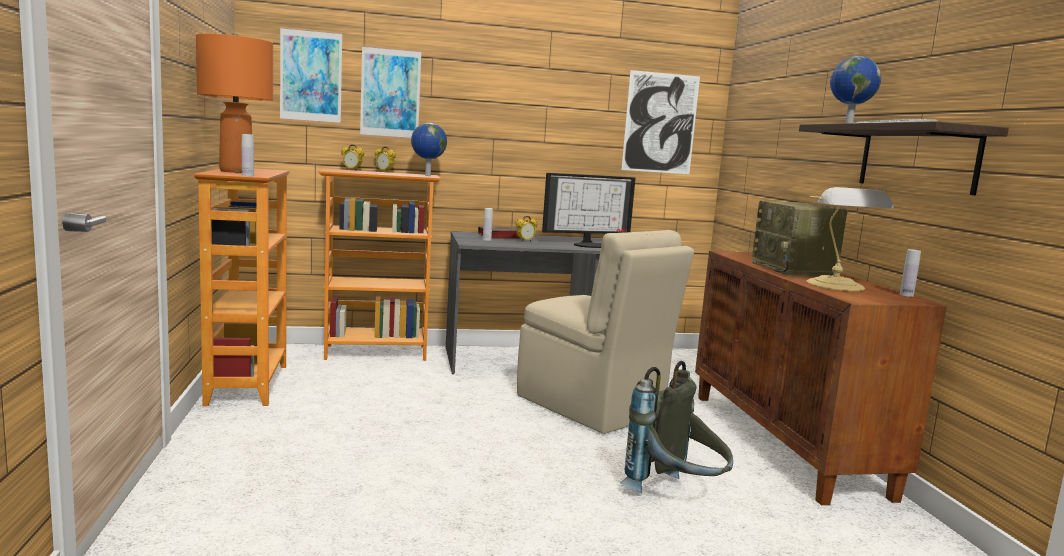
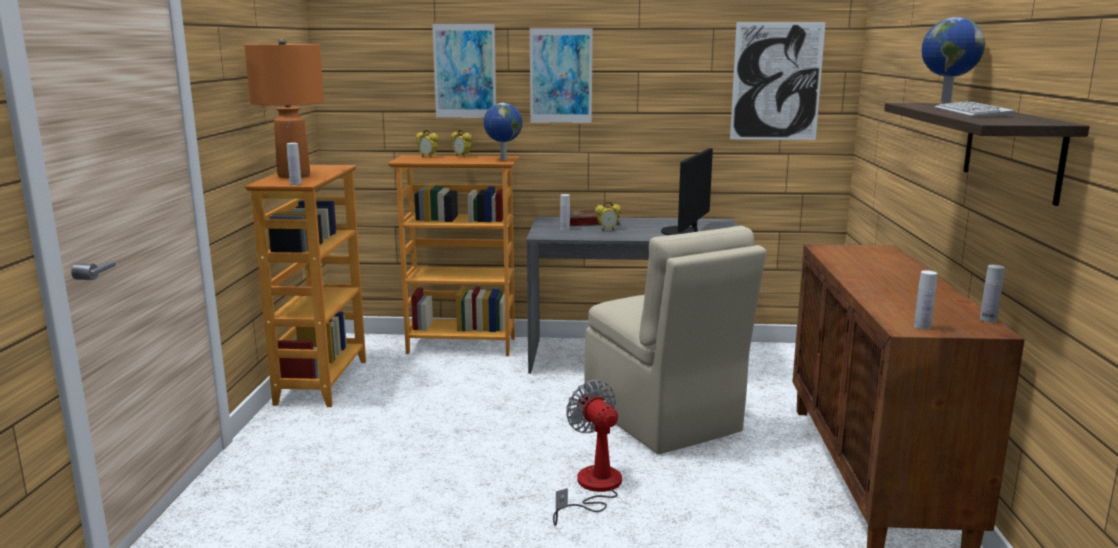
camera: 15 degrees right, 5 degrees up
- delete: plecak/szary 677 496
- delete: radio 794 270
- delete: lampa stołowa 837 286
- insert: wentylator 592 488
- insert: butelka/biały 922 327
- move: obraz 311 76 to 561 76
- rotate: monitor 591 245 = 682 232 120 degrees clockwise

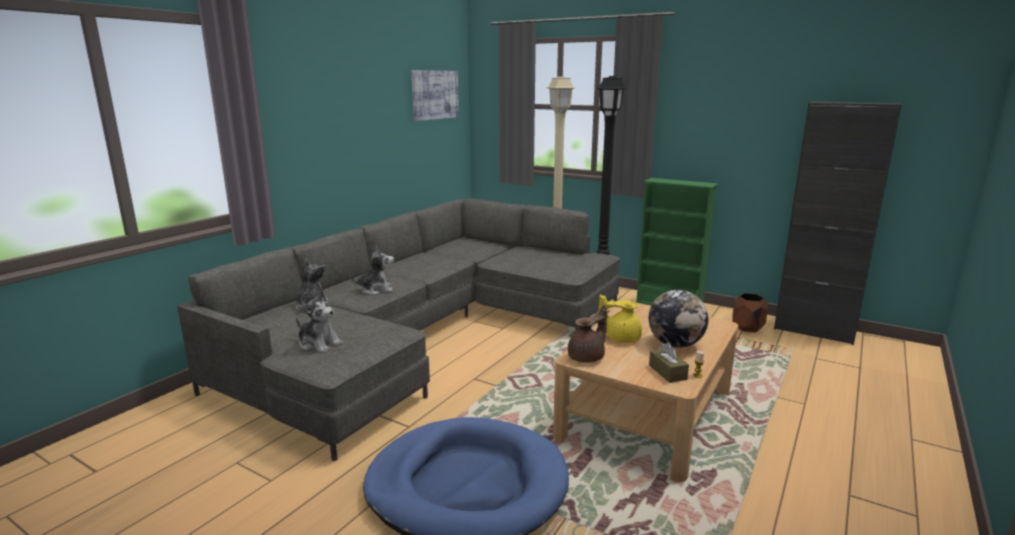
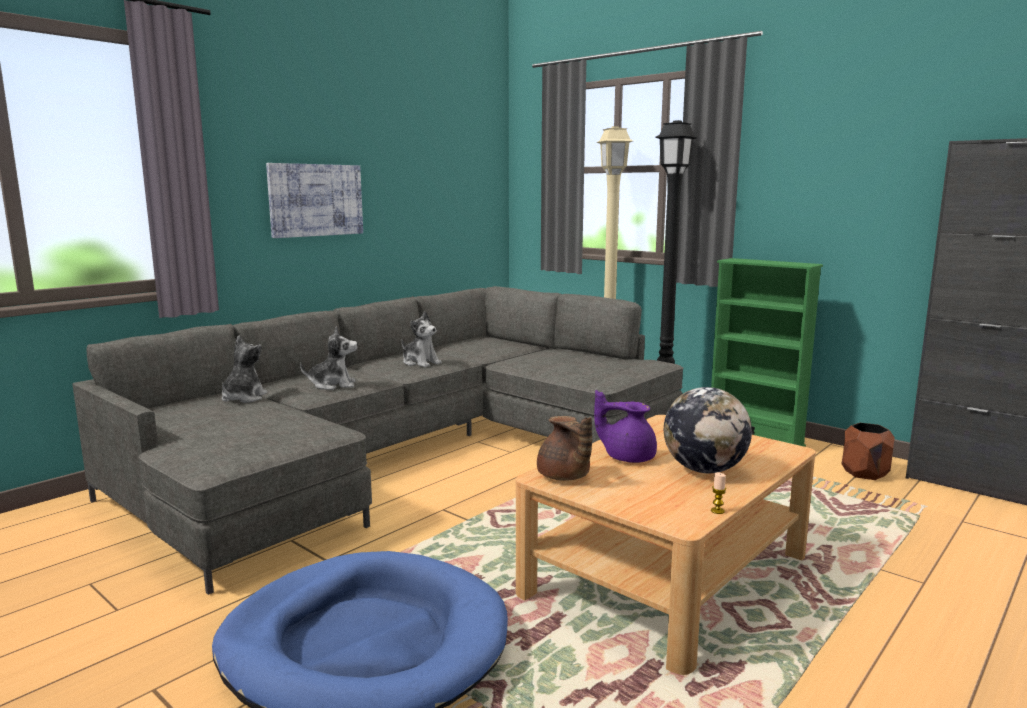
camera: 10 degrees right, 5 degrees down
- delete: pudełko chusteczek/brązowy 667 372
- move: pluszak 319 344 to 420 363
- move: obraz 435 95 to 316 200
- recolor: imbryk/żółty 621 338 to imbryk/fioletowy 627 457
- rotate: imbryk/brązowy 587 357 = 564 477 90 degrees clockwise

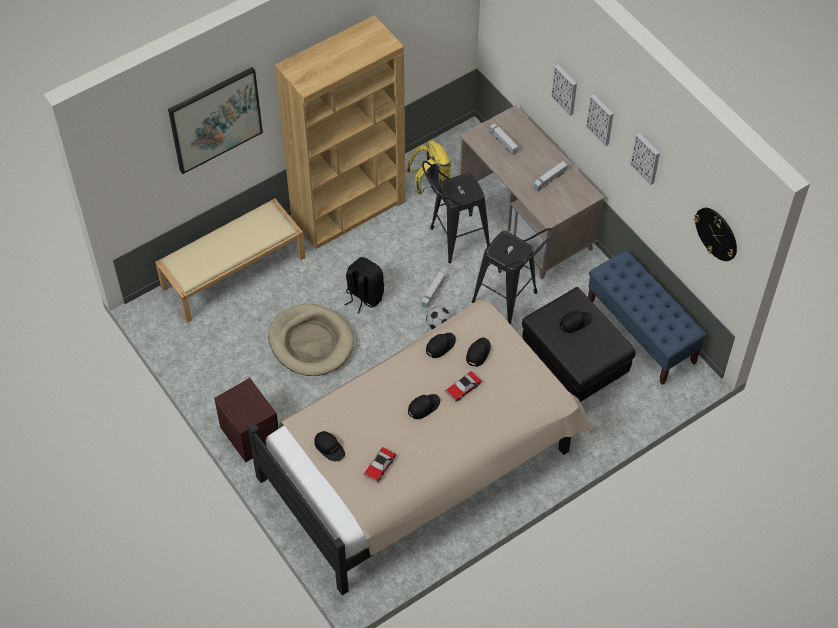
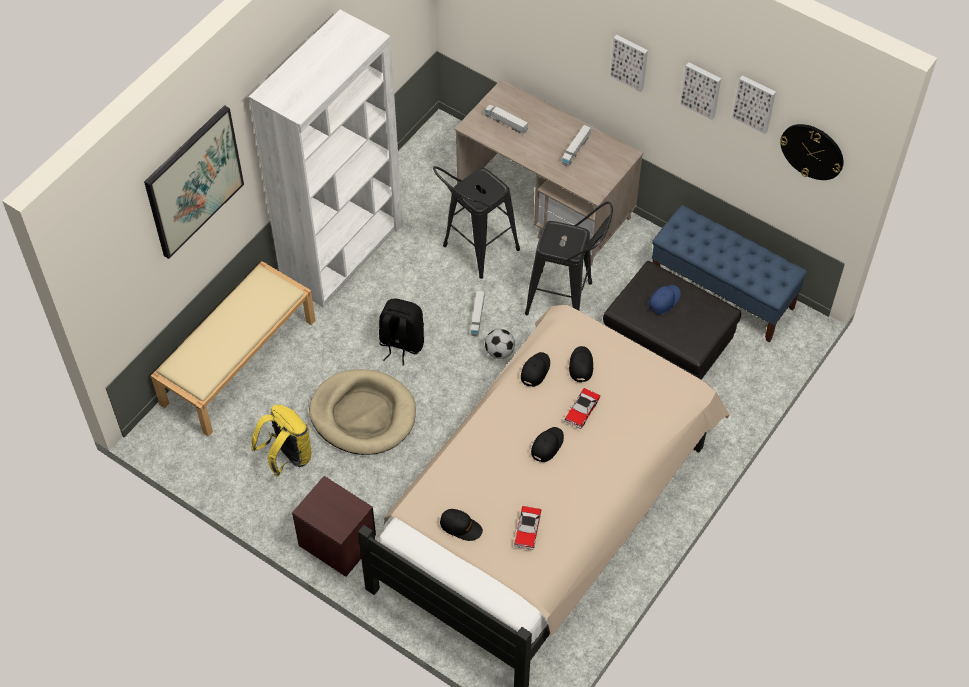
camera: 20 degrees left, 0 degrees up
- move: plecak/żółty 431 186 to 287 457
- move: obraz 565 89 to 755 103
- recolor: regał/brązowy 349 210 to regał/biały 343 252
- recolor: czapka z daszkiem/czarny 575 322 to czapka z daszkiem/niebieski 664 300

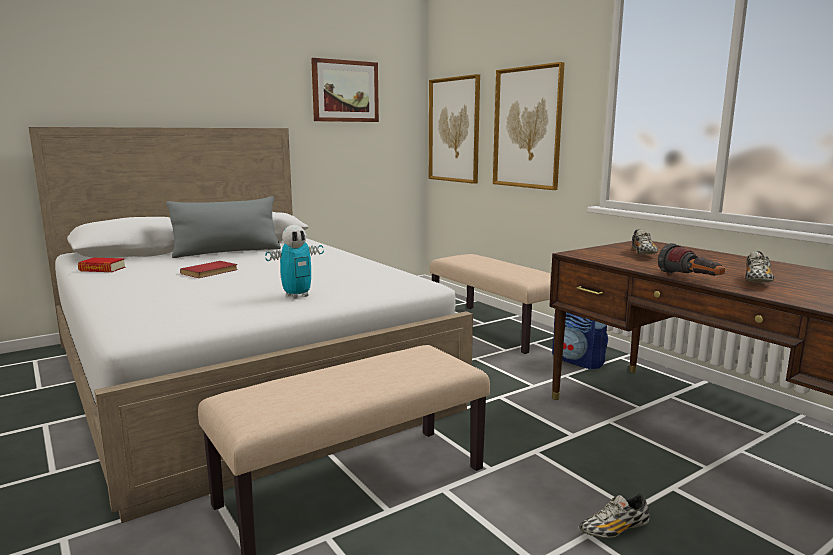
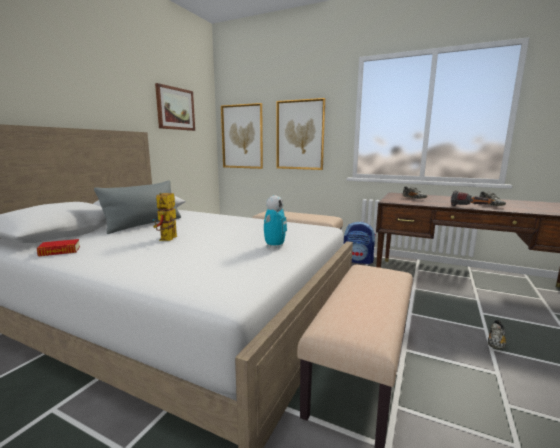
camera: 30 degrees left, 0 degrees up
- replace: książka/czerwony 211 272 to robot zabawkowy 168 240

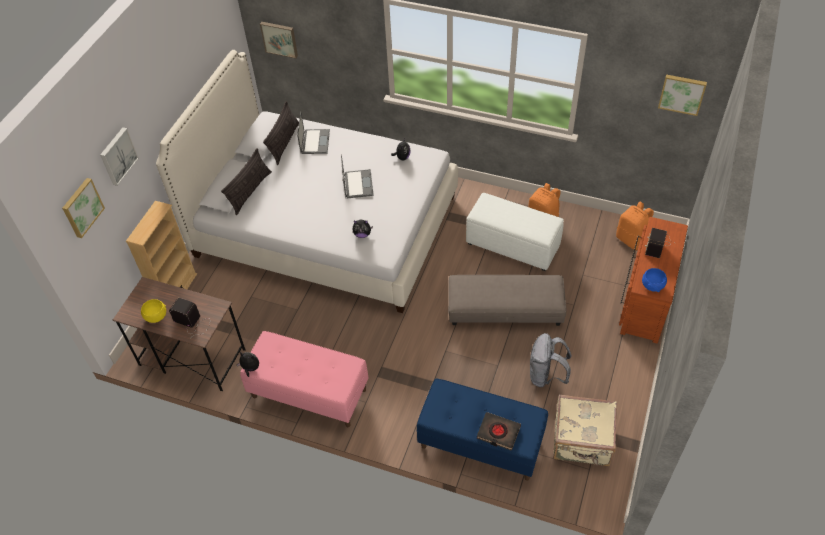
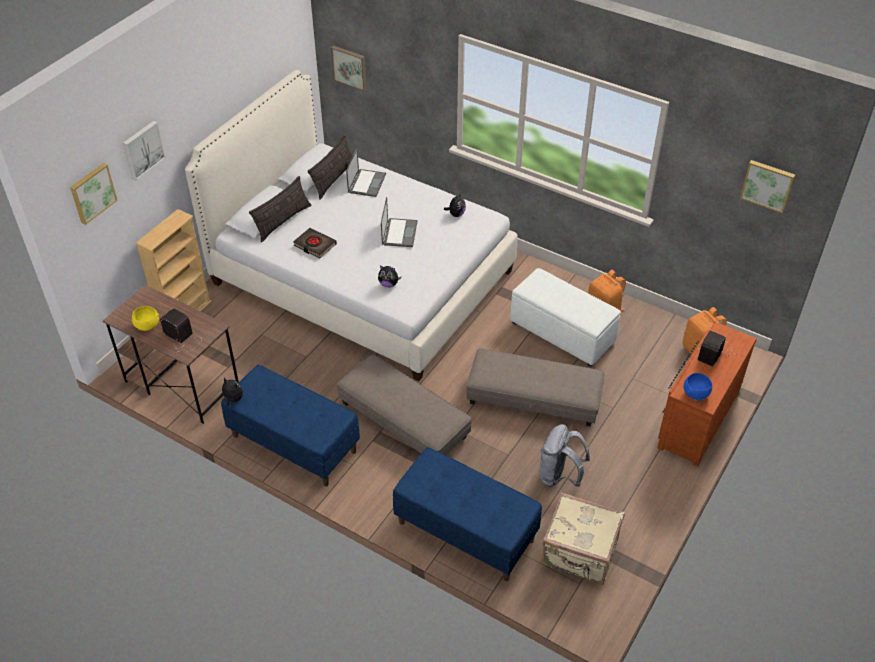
camera: 10 degrees right, 5 degrees down
- insert: pufa/szary 403 420
- move: książka/czarny 498 433 to 314 245
- recolor: ławka/różowy 308 393 to ławka/niebieski 293 444

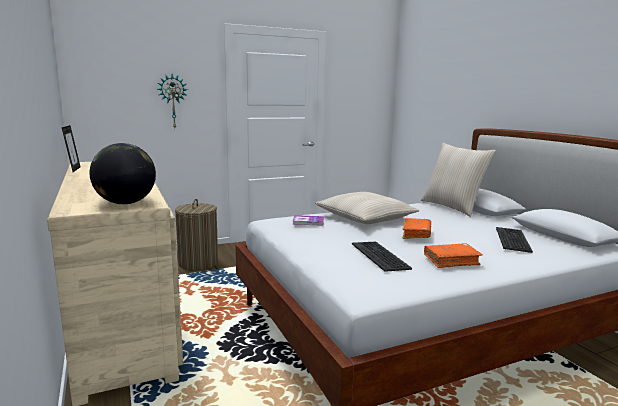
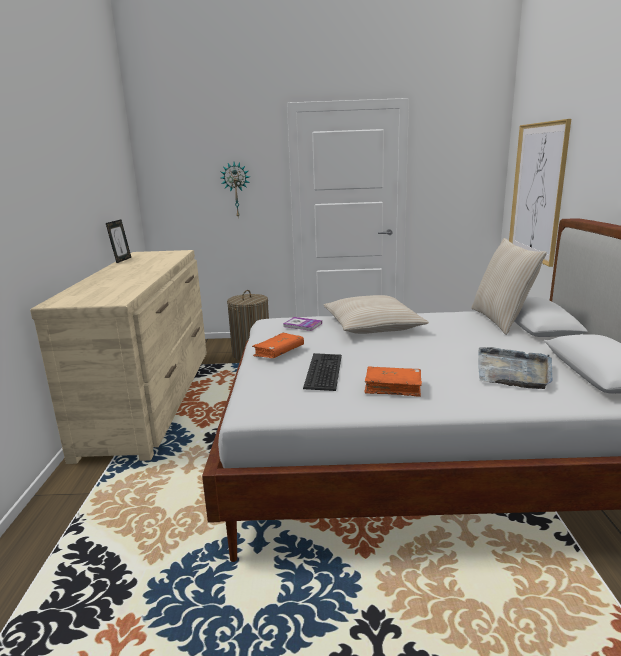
camera: 25 degrees right, 5 degrees up
- delete: globus 126 203
- insert: obraz 537 192
- move: książka/pomarańczowy 416 234 to 279 352
- replace: klawiatura 513 240 to taca/szary 513 371

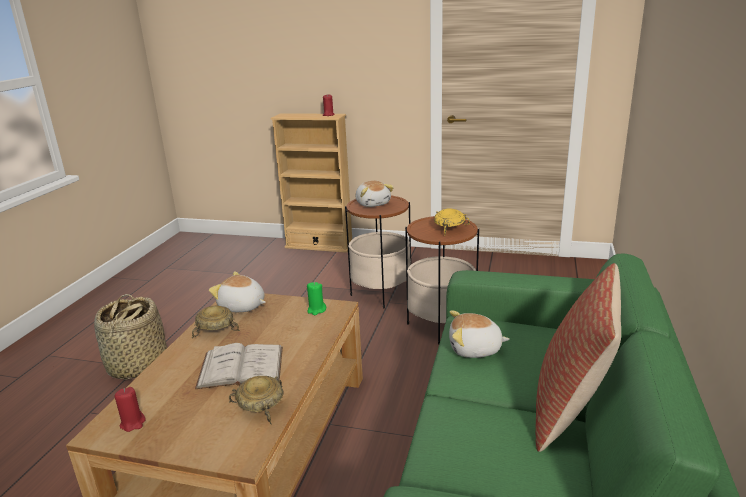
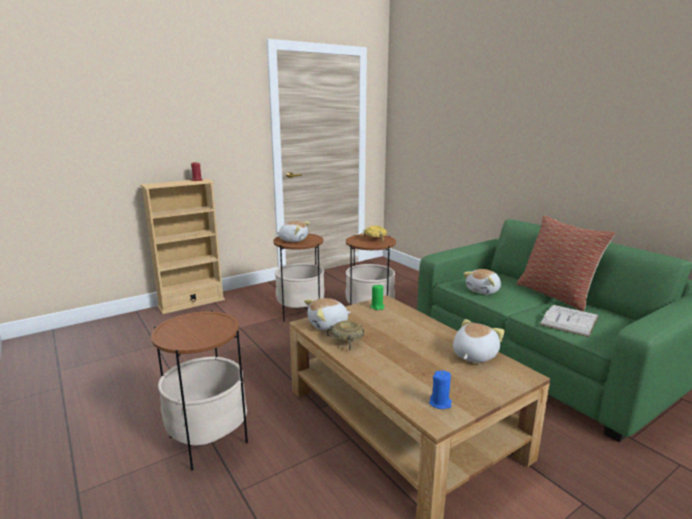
camera: 50 degrees left, 5 degrees down
- move: książka/biały 241 367 to 569 320
- replace: koszyk 137 366 to stolik 208 440
- replace: miska/beżowy 260 406 to pluszak 473 355
- recolor: świeca/czerwony 133 423 to świeca/niebieski 440 403

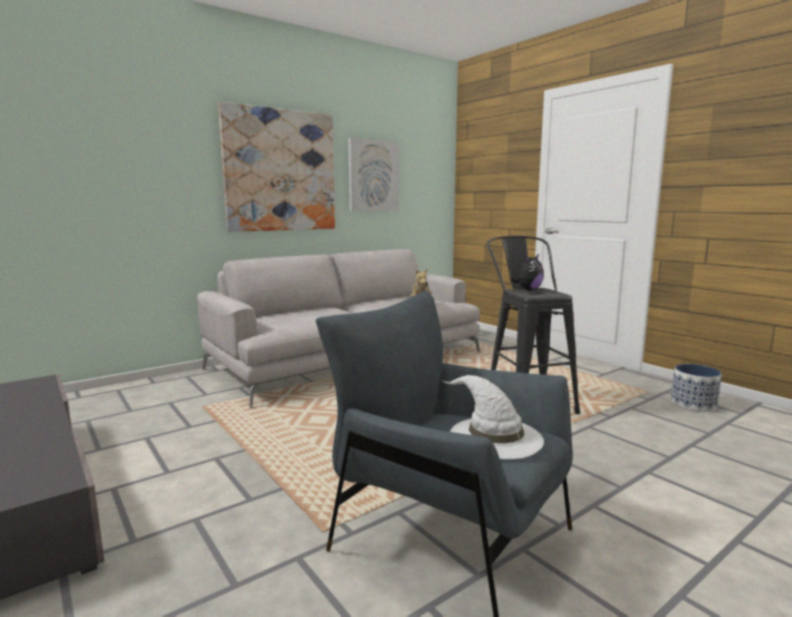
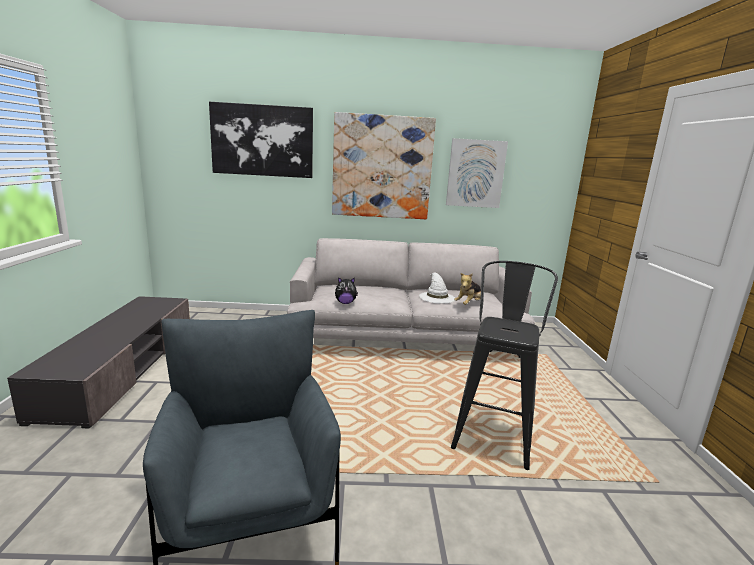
camera: 35 degrees right, 5 degrees up
- delete: donica 693 404
- insert: obraz 262 140
- move: kapelusz/biały 494 436 to 436 297
- move: pluszak 528 290 to 345 303

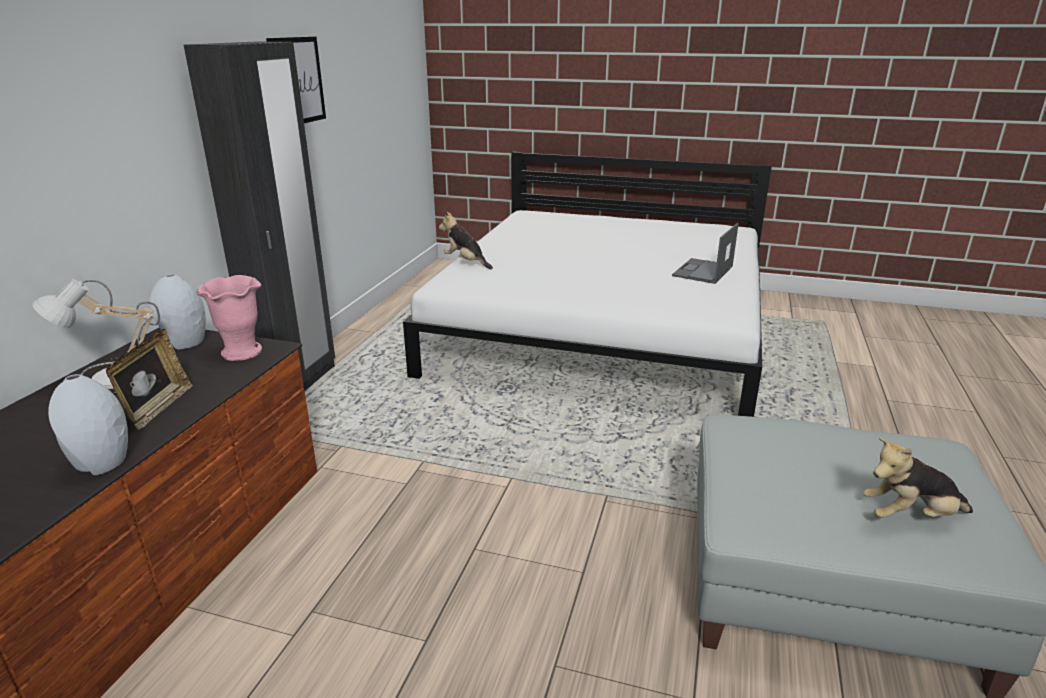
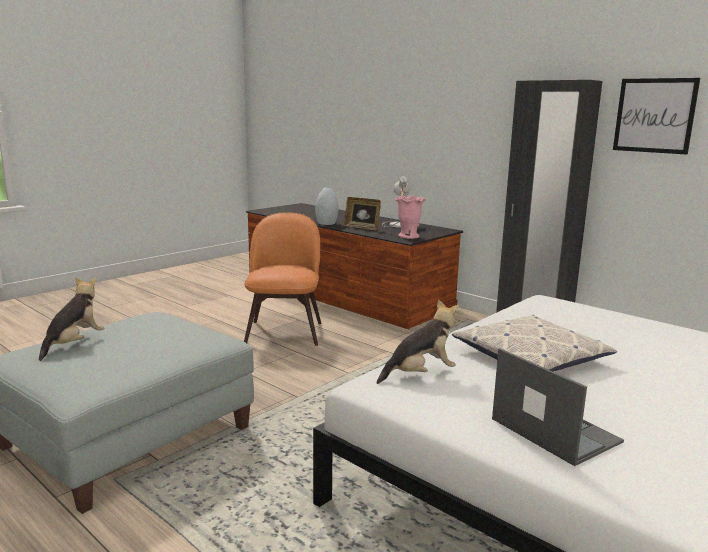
camera: 115 degrees right, 10 degrees down
- delete: wazon/szary 186 343
- insert: krzesło/pomarańczowy 284 331
- insert: poduszka 530 357
- move: pluszak 466 262 to 420 374

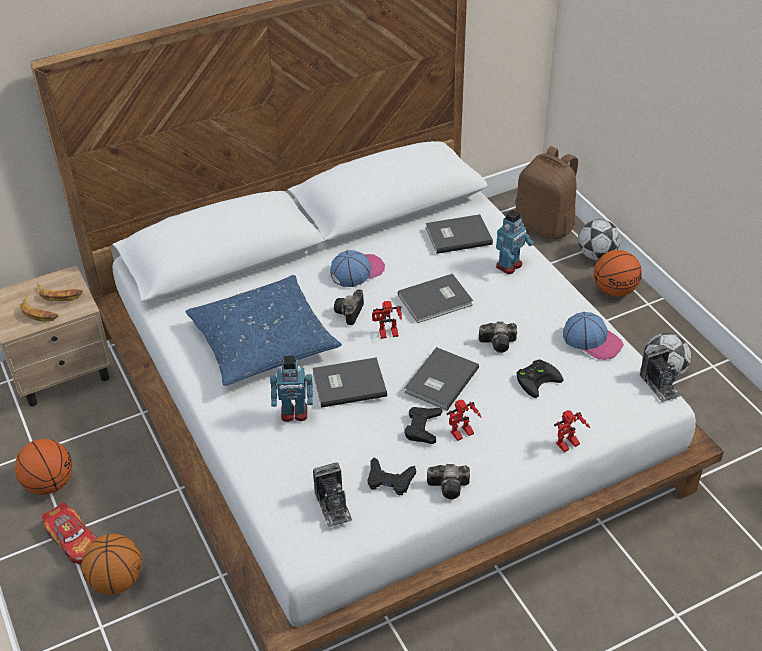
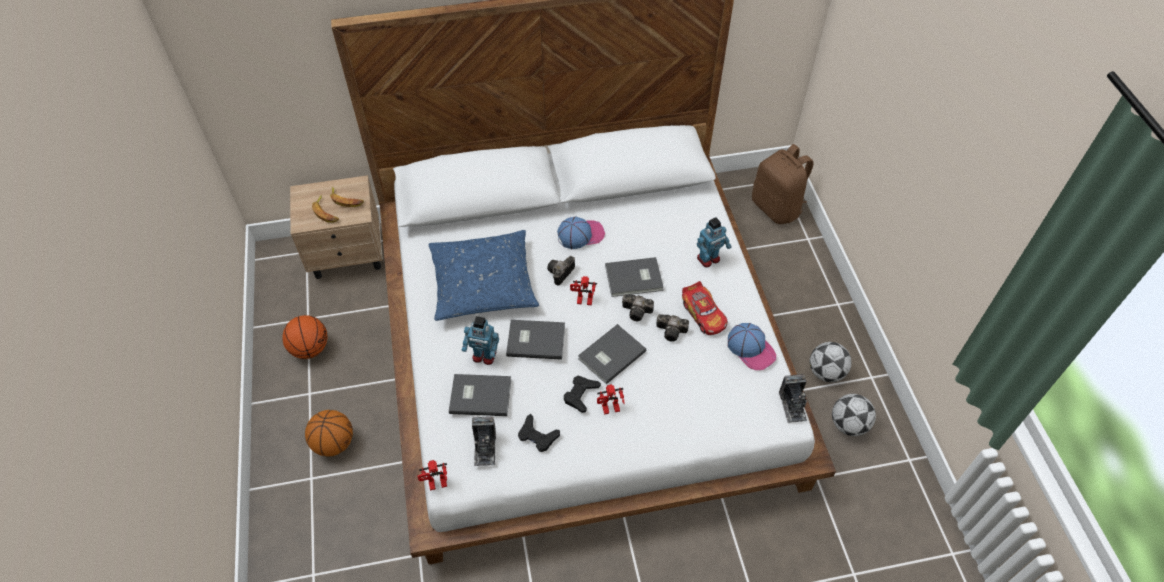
camera: 15 degrees right, 10 degrees up
- delete: pad do gier/czarny 537 378
- delete: piłka do koszykówki 615 290
- move: samochodzik 74 540 to 703 314
- move: książka/szary 457 235 to 479 395
- move: aparat fotograficzny 450 487 to 638 312
- move: robot zabawkowy 568 446 to 436 485
- move: piłka futbolowa 596 255 to 848 424

